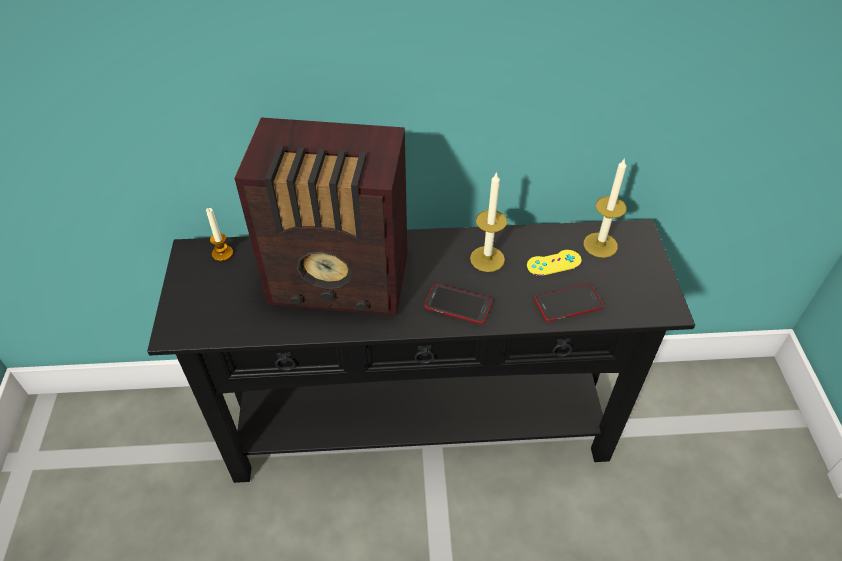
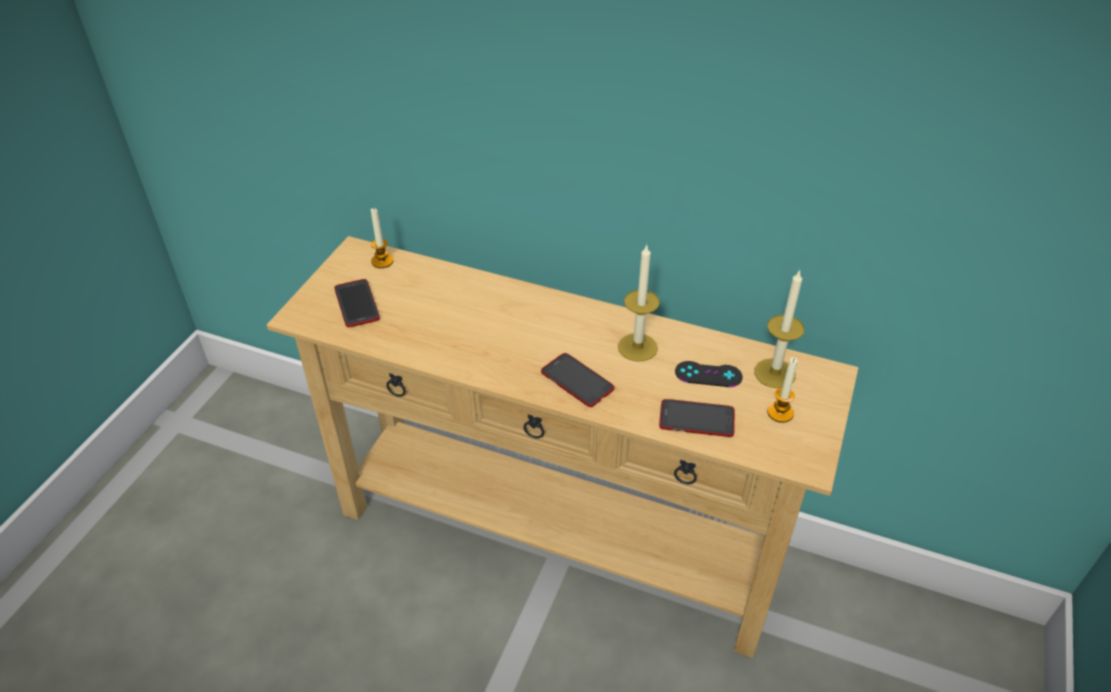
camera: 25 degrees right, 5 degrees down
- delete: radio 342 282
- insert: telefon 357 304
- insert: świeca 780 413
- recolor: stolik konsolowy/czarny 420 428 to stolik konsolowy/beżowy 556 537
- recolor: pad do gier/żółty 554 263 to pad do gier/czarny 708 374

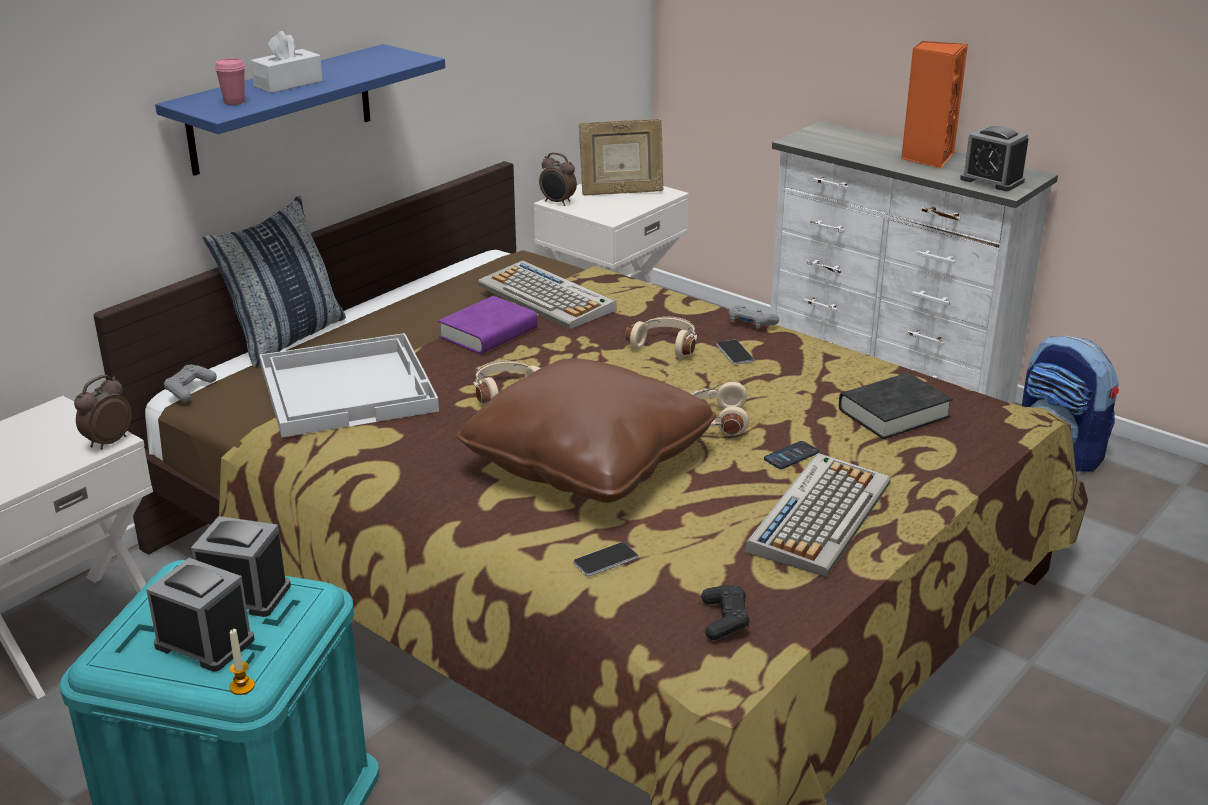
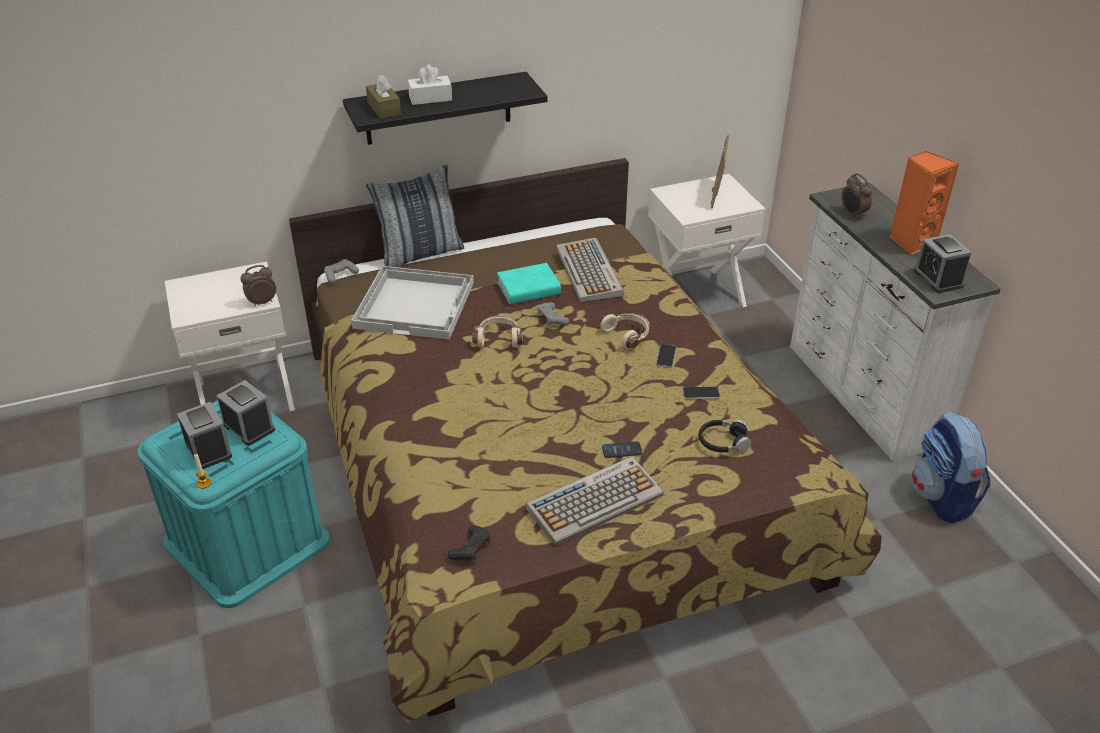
camera: 30 degrees right, 10 degrees up
- delete: poduszka/brązowy 588 461
- delete: słuchawki/beżowy 714 420
- move: budzik 557 202 to 852 214
- move: telefon 605 560 to 701 393
- move: pad do gier/szary 750 323 to 552 319
- replace: filiżanka/różowy 234 102 to pudełko chusteczek/brązowy 384 108
- replace: książka/czarny 893 413 to słuchawki/czarny 723 442
- recolor: półka/niebieski 281 109 to półka/czarny 438 108
- recolor: książka/fioletowy 488 333 to książka/turkusowy 528 289
- rotate: ramka na zdjęcie 621 192 = 717 195 75 degrees clockwise

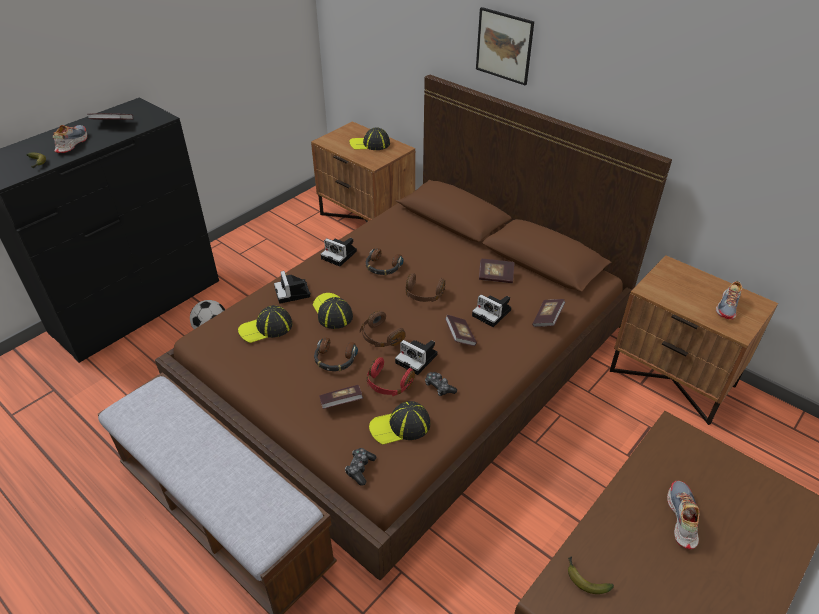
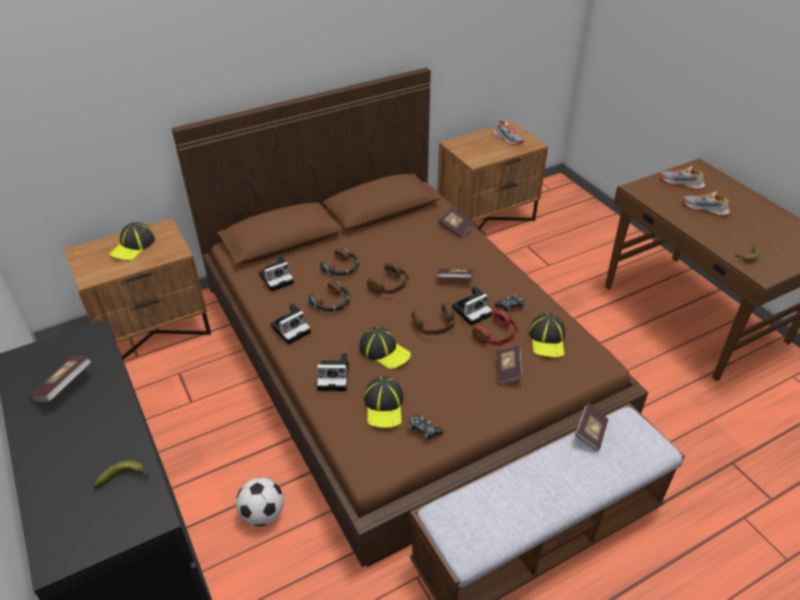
camera: 70 degrees left, 0 degrees up
- delete: obraz 504 46
- move: but 71 143 to 682 183
- move: słuchawki 335 359 to 341 267
- move: pad do gier 360 469 to 423 430
- move: aparat fotograficzny 493 313 to 277 278
- move: książka 495 277 to 590 433
- rotate: czapka z daszkiem 332 312 = 384 351 135 degrees counterclockwise

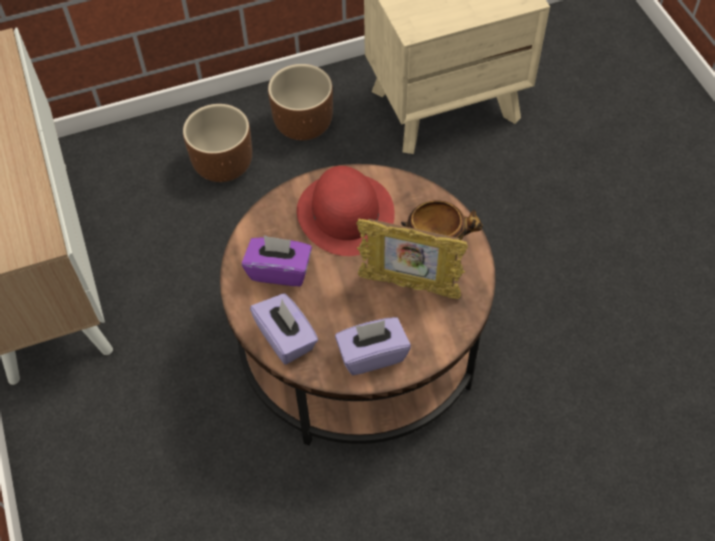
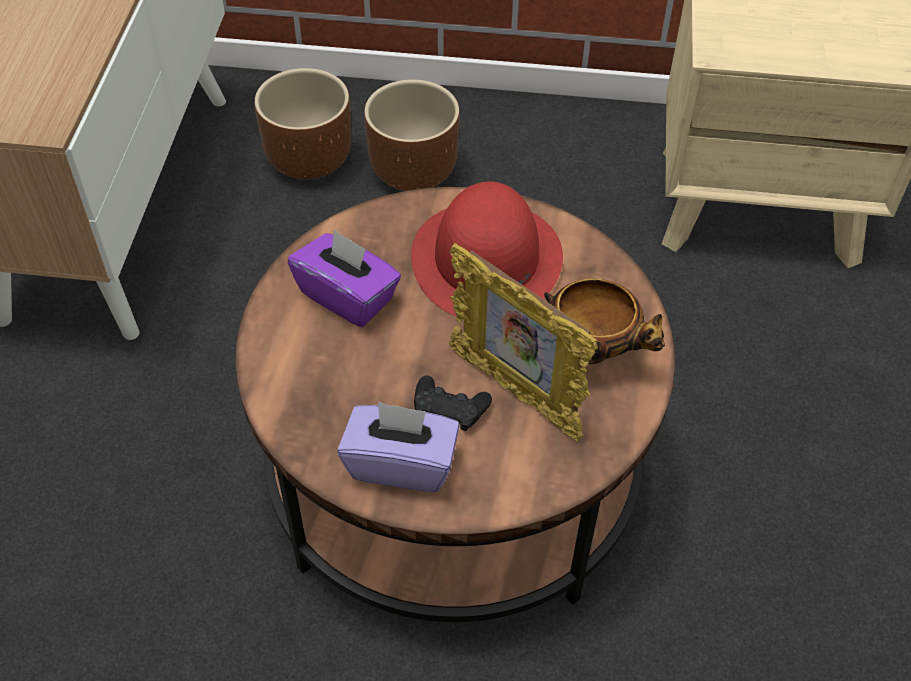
camera: 25 degrees right, 5 degrees down
- delete: pudełko chusteczek/fioletowy 286 338
- insert: pad do gier/czarny 450 408
- move: donica/brązowy 303 125 to 309 160

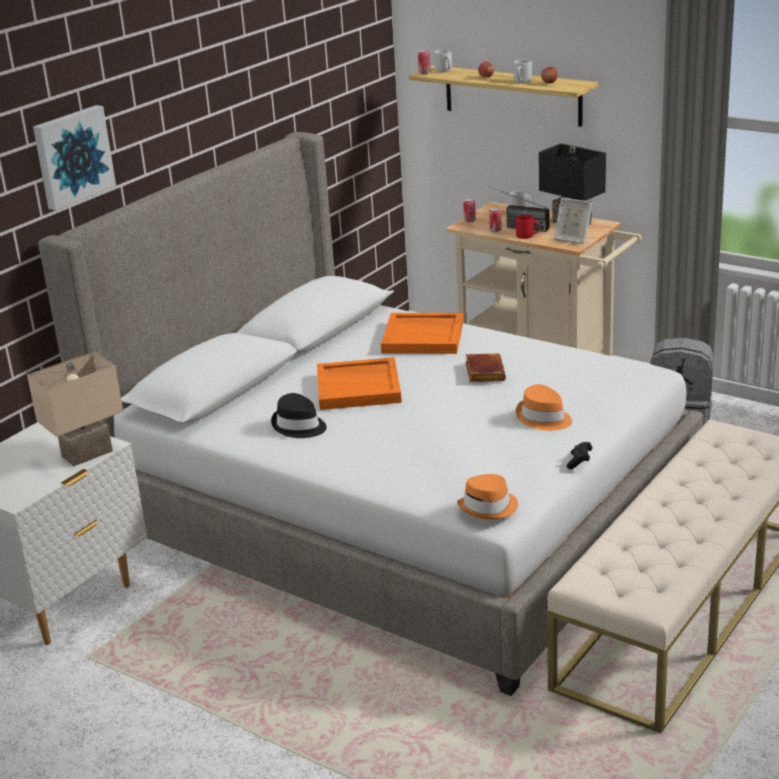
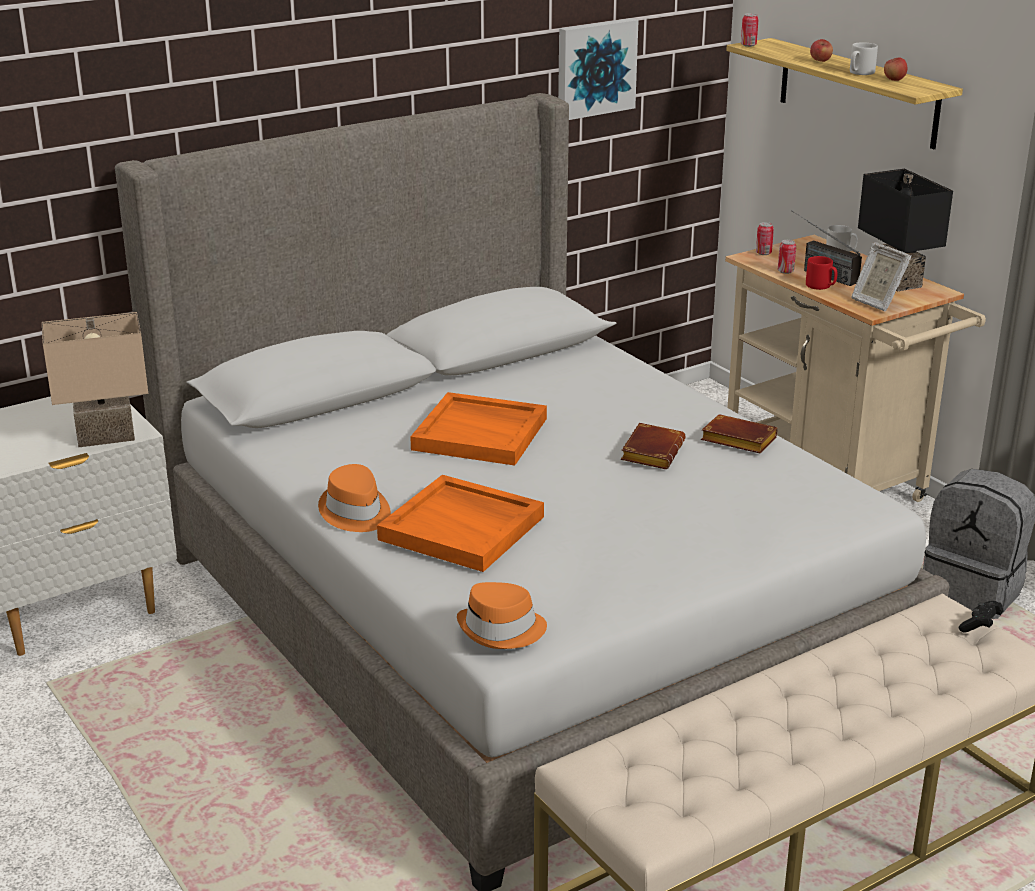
camera: 20 degrees right, 0 degrees up
- delete: kapelusz/czarny 299 426
- delete: kubek/szary 444 70
- insert: książka/brązowy 736 441
- move: obraz 72 156 to 594 68
- move: taca/pomarańczowy 424 337 to 463 528
- move: kapelusz/pomarańczowy 543 418 to 355 512
- move: pad do gier/czarny 579 462 to 980 625

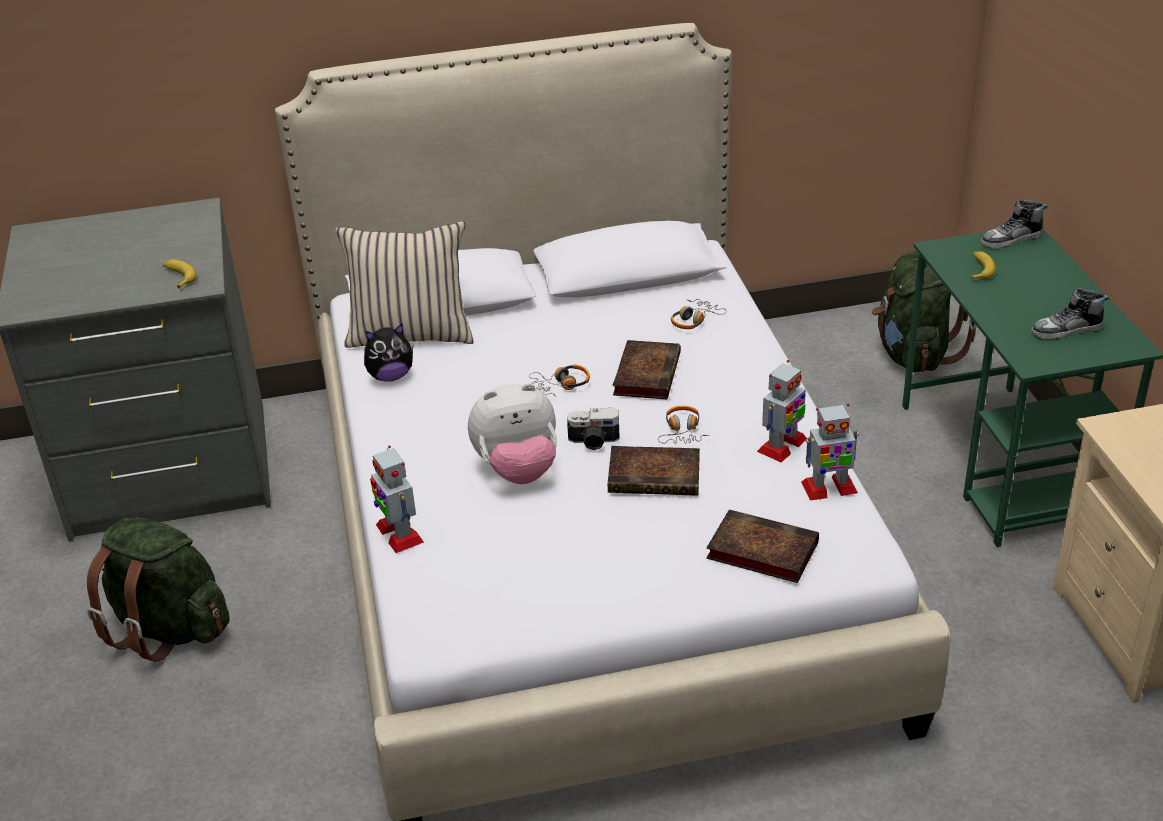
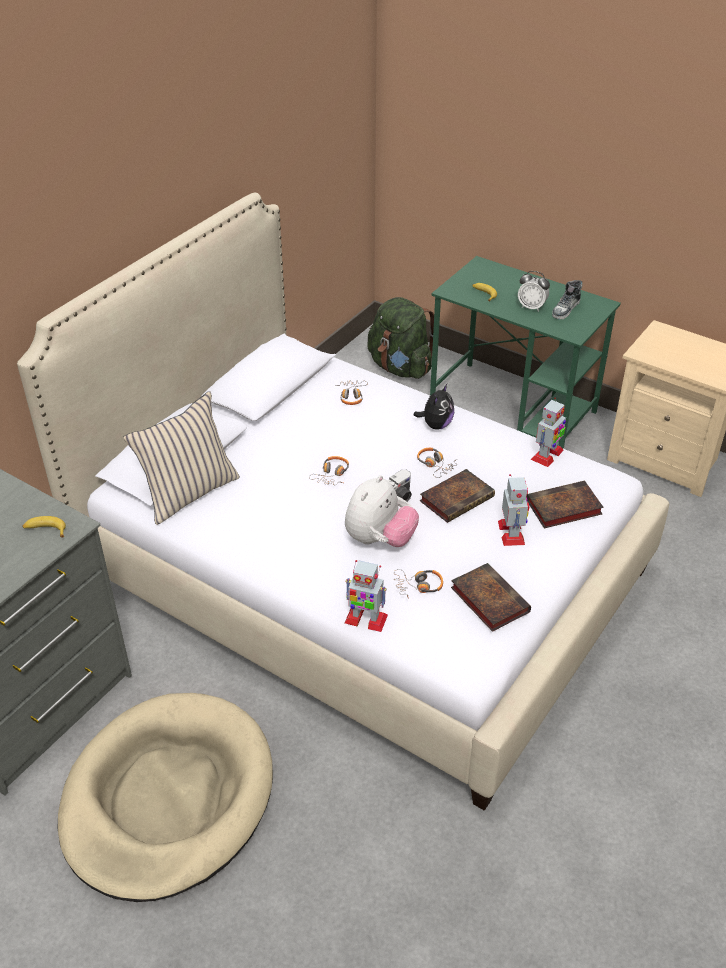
camera: 45 degrees left, 5 degrees up
- delete: but 1011 239
- insert: słuchawki 418 586
- insert: budzik 531 307
- move: pluszak 390 376 to 436 425
- move: książka 646 373 to 488 599
- move: robot zabawkowy 782 445 to 511 533
- replace: plecak/zielony 169 628 to legowisko/beżowy 168 798

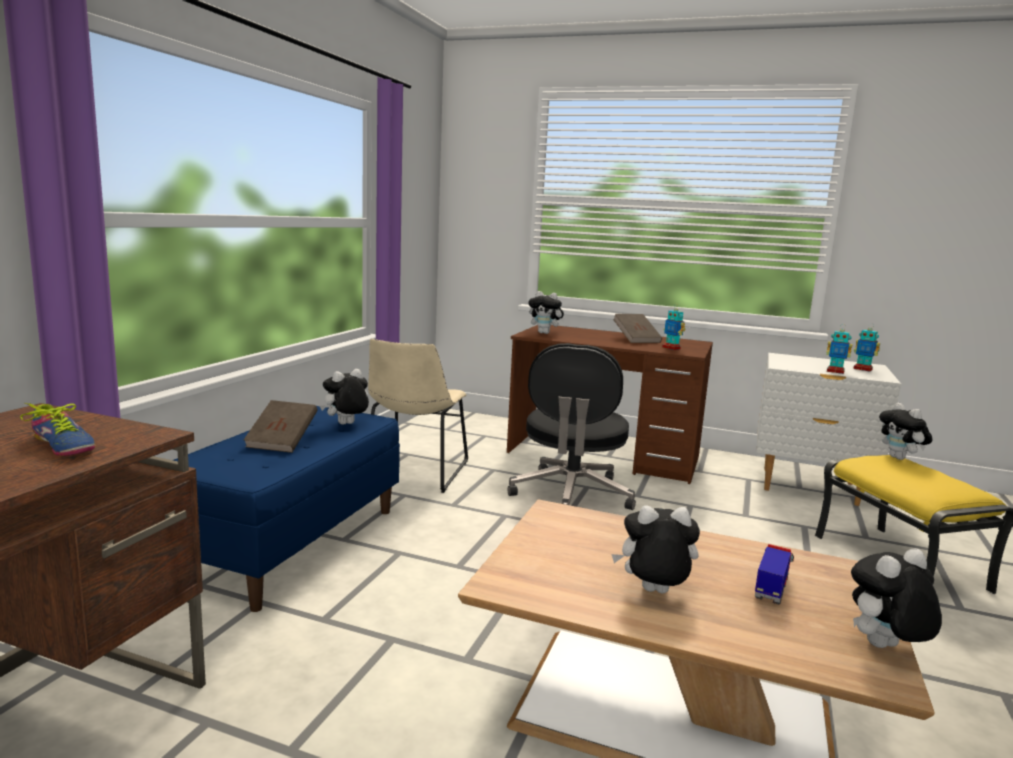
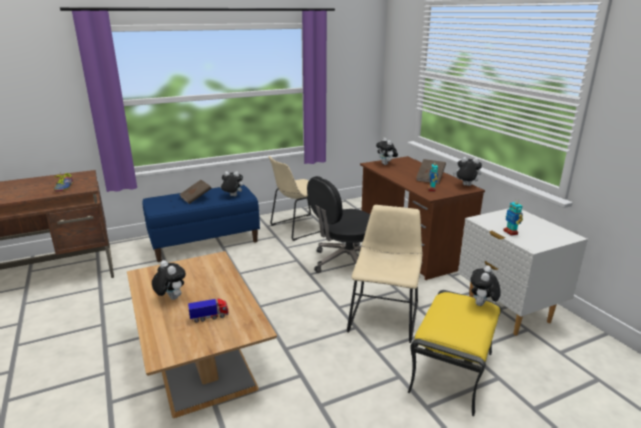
camera: 45 degrees right, 10 degrees up
- delete: robot zabawkowy 862 369
- insert: krzesło/beżowy 384 314
- move: pluszak 884 648 to 465 185

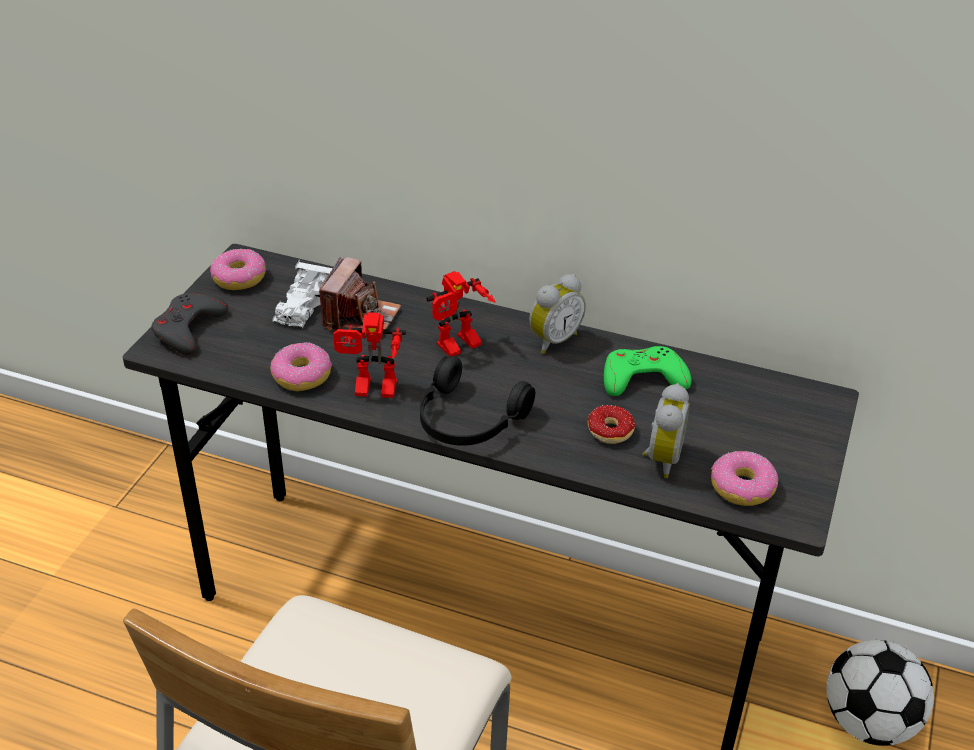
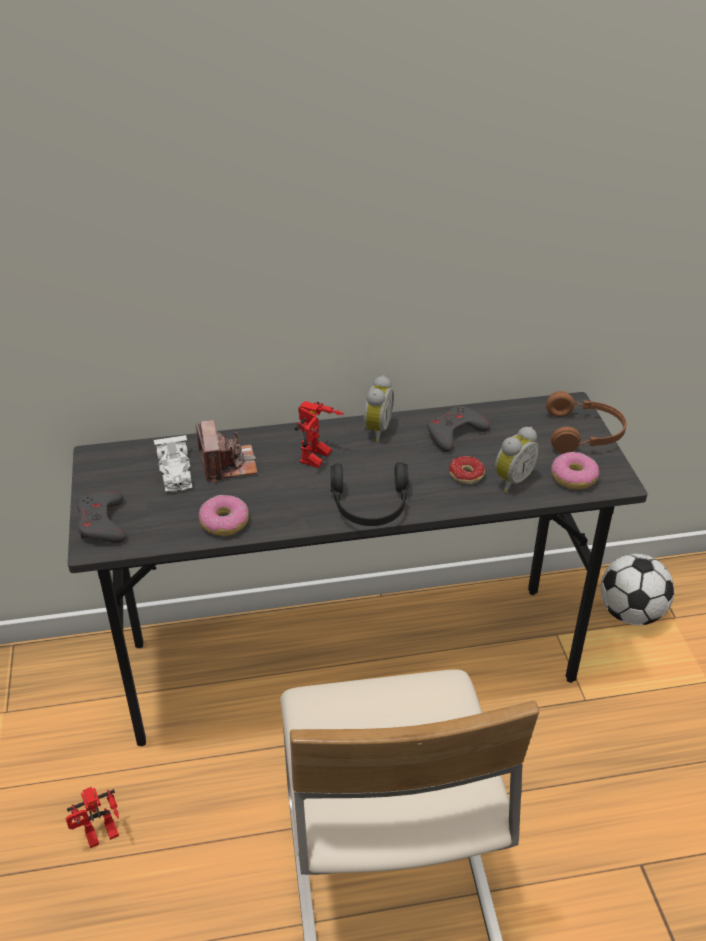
camera: 30 degrees left, 0 degrees up
- delete: donut 239 278
- insert: słuchawki/brązowy 584 433
- move: robot zabawkowy 372 391 to 100 838
- recolor: pad do gier/zielony 642 378 to pad do gier/szary 455 433
- rotate: budzik 660 458 = 511 480 60 degrees clockwise

